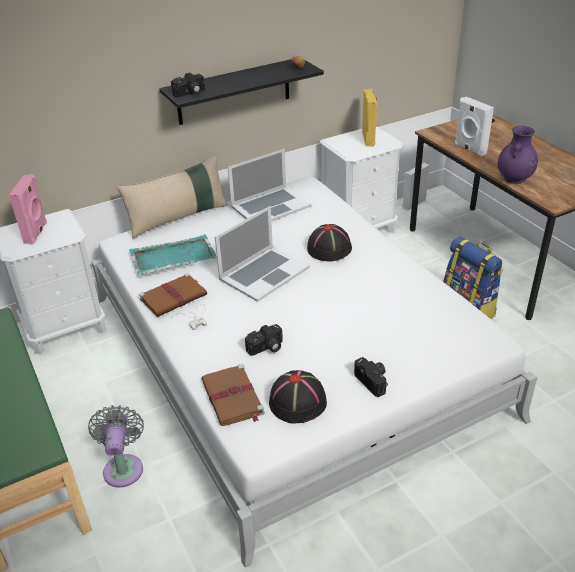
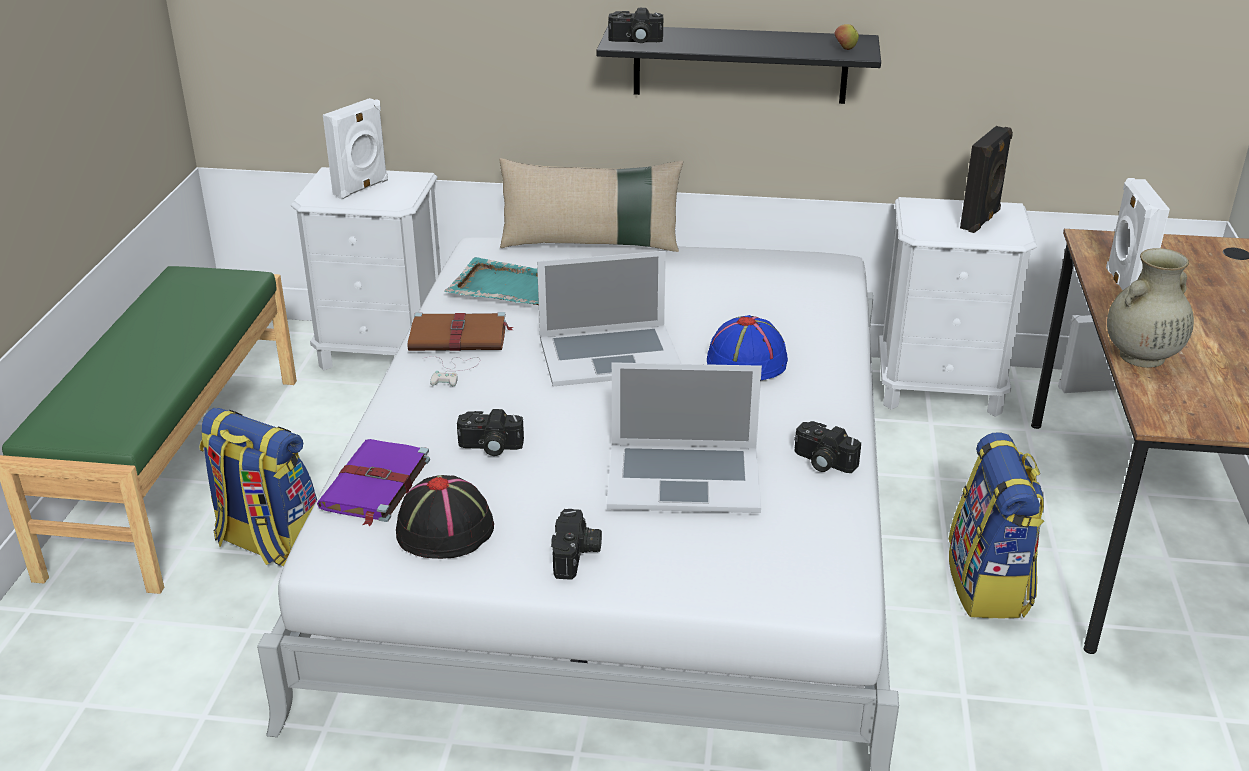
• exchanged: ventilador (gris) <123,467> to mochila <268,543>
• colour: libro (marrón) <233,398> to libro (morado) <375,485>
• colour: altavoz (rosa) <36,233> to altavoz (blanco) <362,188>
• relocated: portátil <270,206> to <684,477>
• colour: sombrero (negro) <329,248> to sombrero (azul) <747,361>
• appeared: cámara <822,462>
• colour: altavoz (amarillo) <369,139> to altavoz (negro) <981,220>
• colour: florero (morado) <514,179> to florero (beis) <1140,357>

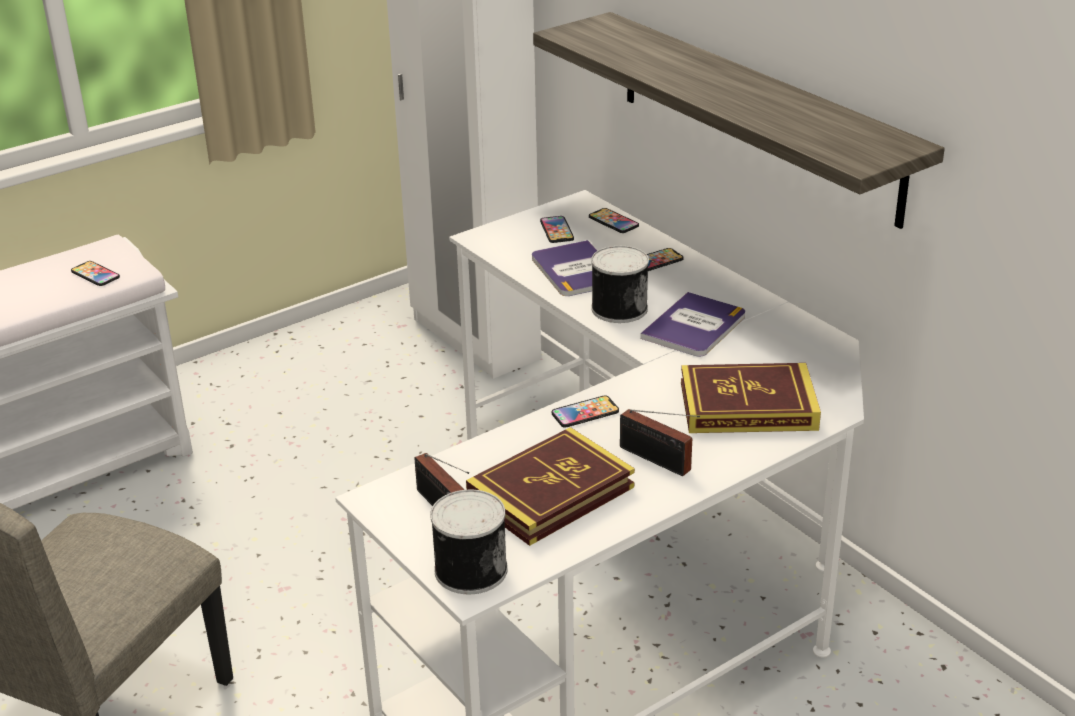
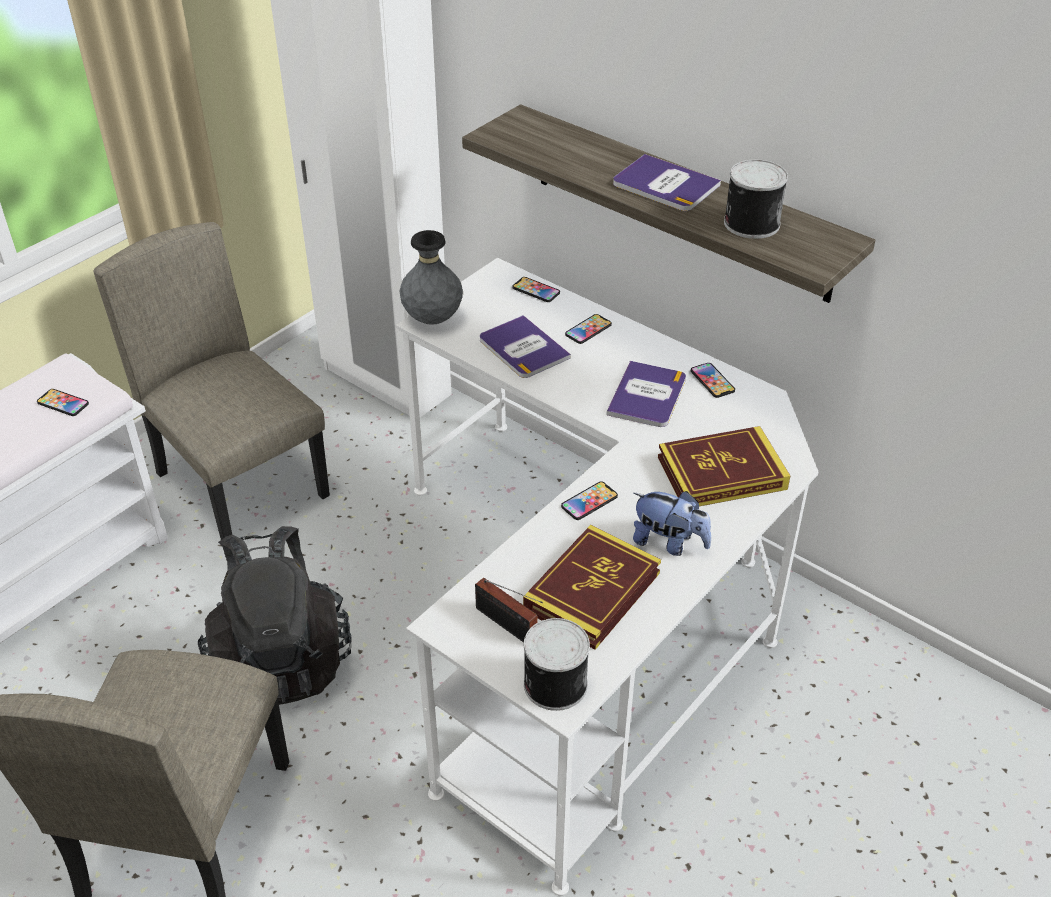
• appeared: silla (beis) <243,484>
• appeared: mochila (negro) <281,658>
• appeared: florero (gris) <432,319>
• appeared: libro <665,185>
• exchanged: radio <658,461> to peluche <669,542>
• relocated: móvil <556,230> to <712,381>
• relocated: lata <618,308> to <750,223>

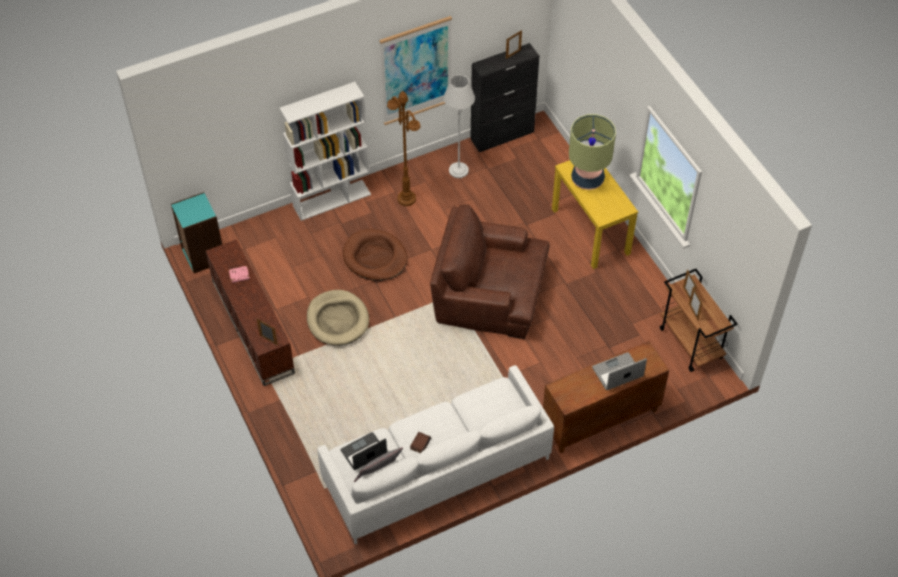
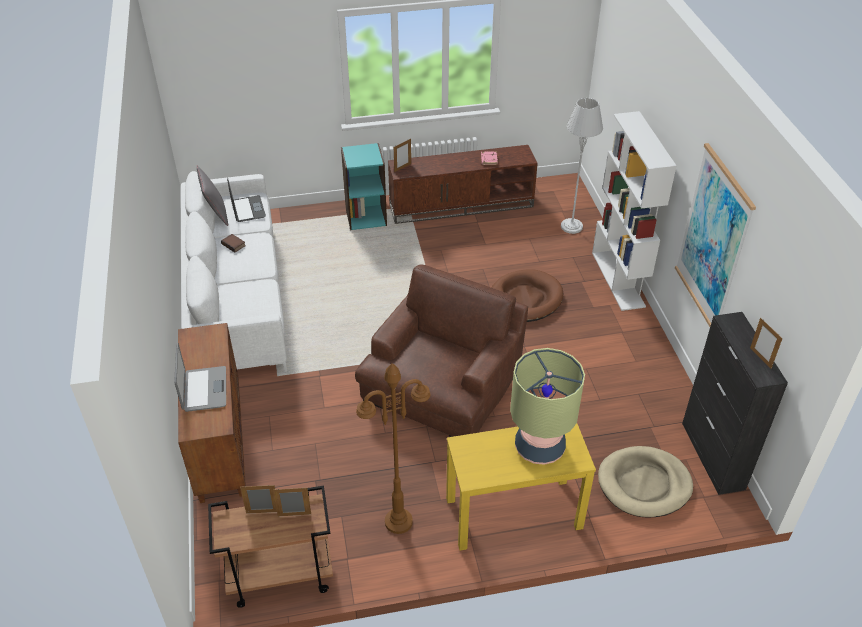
• relocated: estantería (turquesa) <203,255> to <366,217>
• relocated: lámpara de pie (marrón) <407,199> to <398,522>
• relocated: lámpara de pie (gris) <458,170> to <571,226>
• relocated: cama para perro (beis) <337,320> to <644,484>

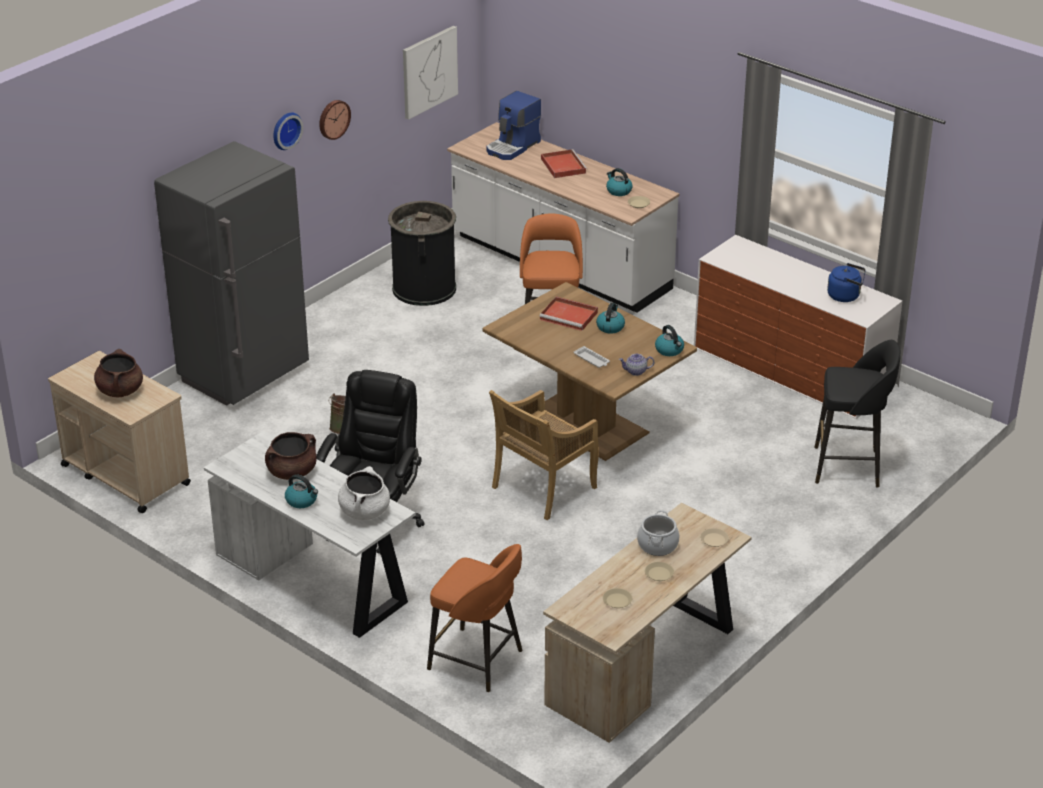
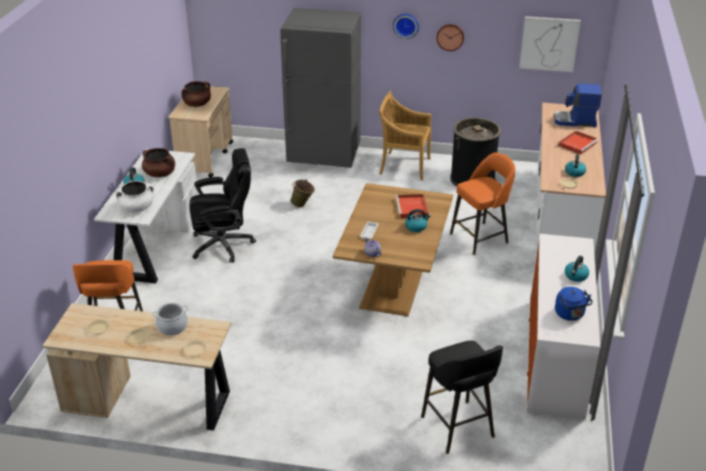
• relocated: silla (beis) <543,489> to <403,166>
• relocated: hervidor <669,350> to <576,276>

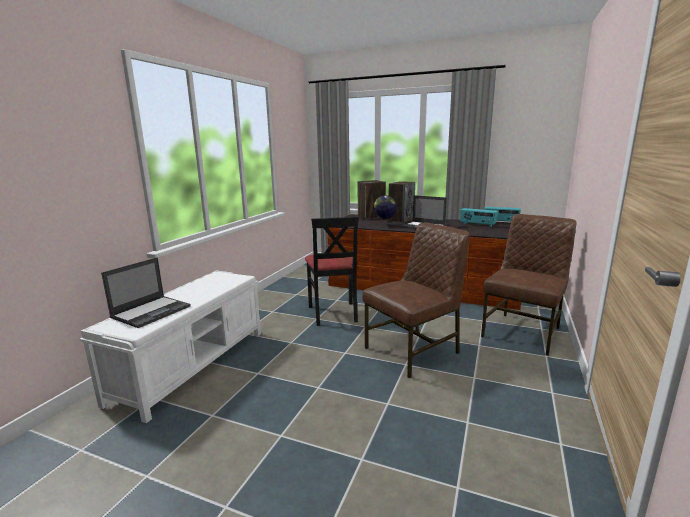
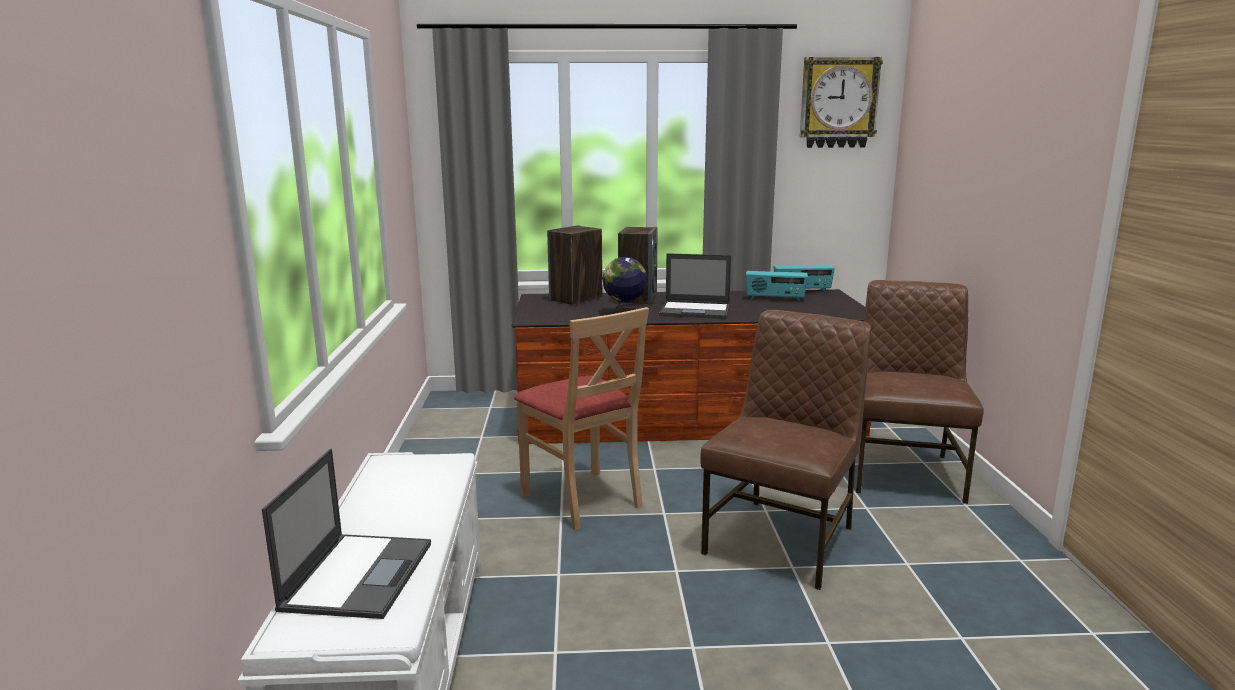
• colour: silla (negro) <333,313> to silla (beis) <583,499>
• appeared: reloj de pared <838,103>

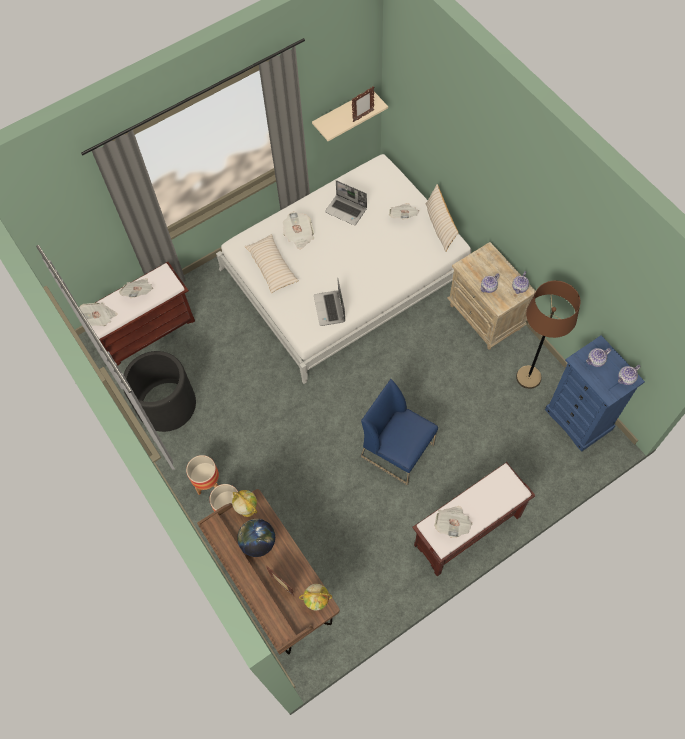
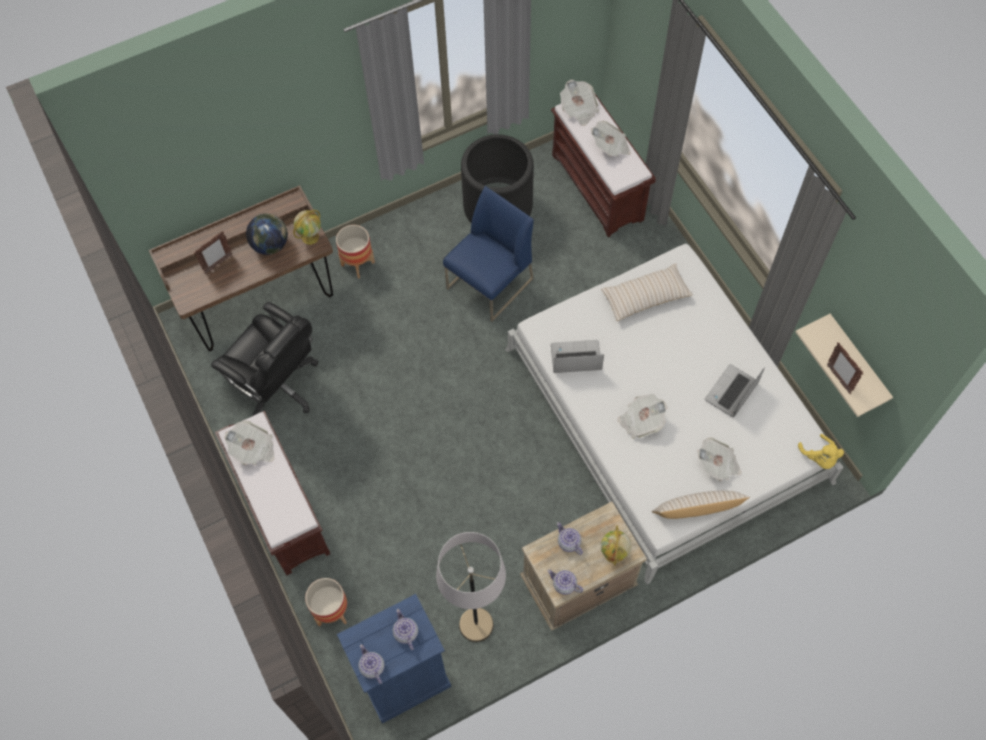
• appeared: silla de oficina (negro) <278,386>
• relocated: maceta <207,483> to <331,611>
• colour: lámpara de pie (marrón) <528,377> to lámpara de pie (gris) <476,625>
• relocated: silla (azul) <398,450> to <490,284>
• relocated: globo terráqueo <317,601> to <614,554>
• relocated: periódico <299,235> to <641,421>
• appeared: peluche (amarillo) <819,458>

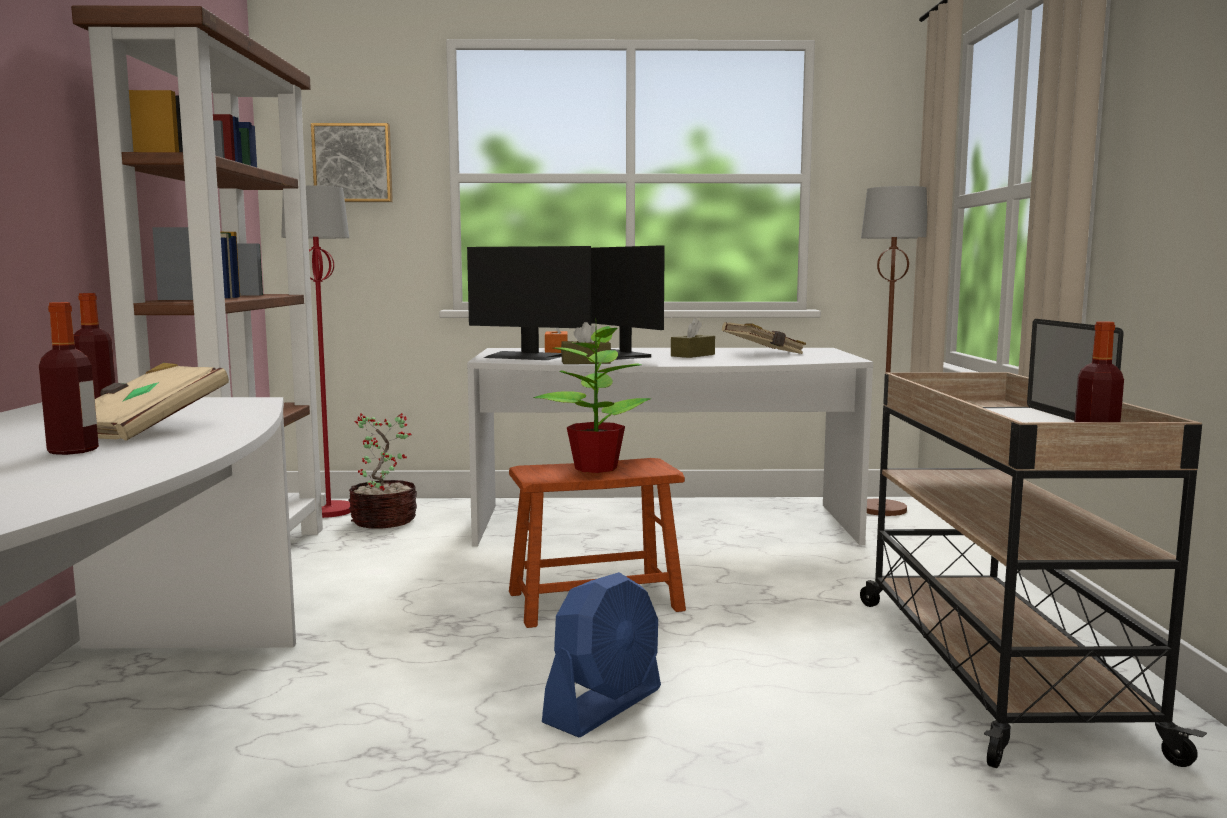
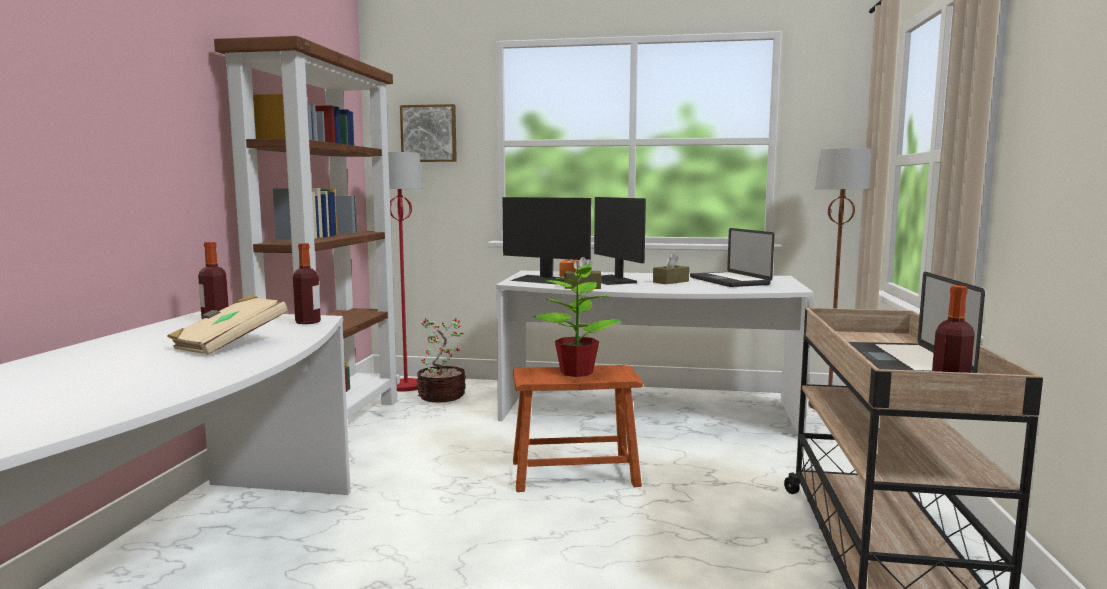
• relocated: botella <73,451> to <308,322>
• exchanged: libro (beis) <764,353> to portátil <729,281>
• missing: ventilador (azul) <604,706>

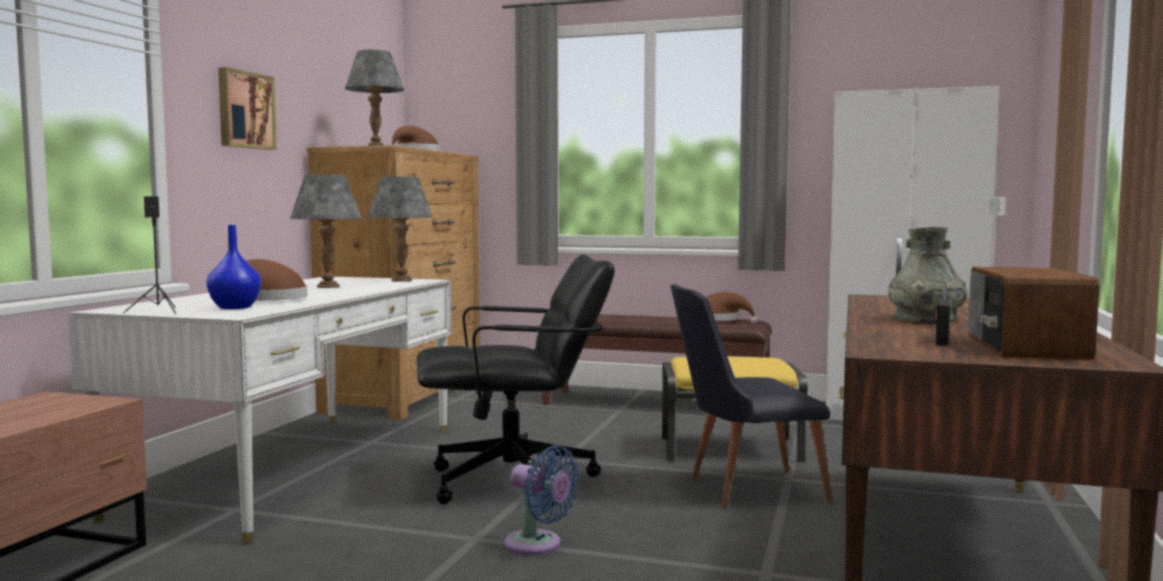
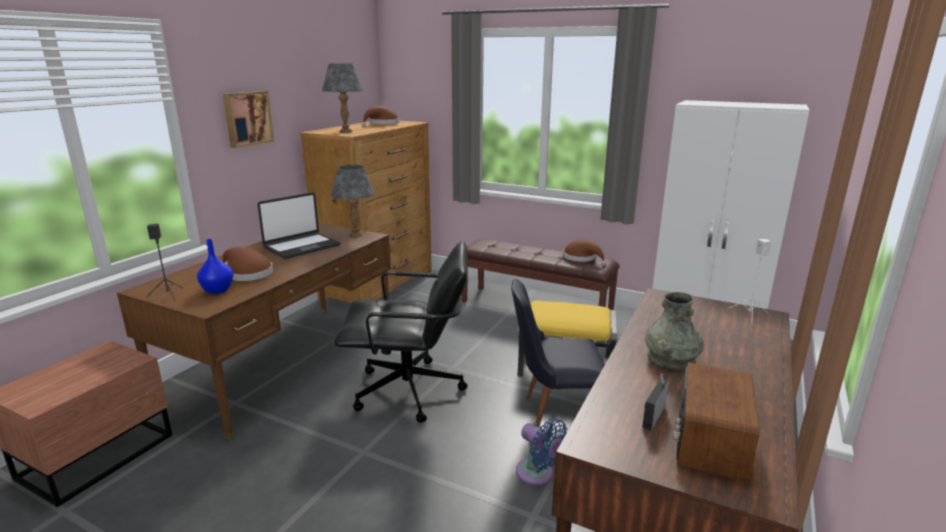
• colour: escritorio (blanco) <298,469> to escritorio (marrón) <285,363>
• exchanged: lámpara de mesa (gris) <328,286> to portátil <301,246>
• relocated: ventilador (azul) <538,545> to <537,474>

